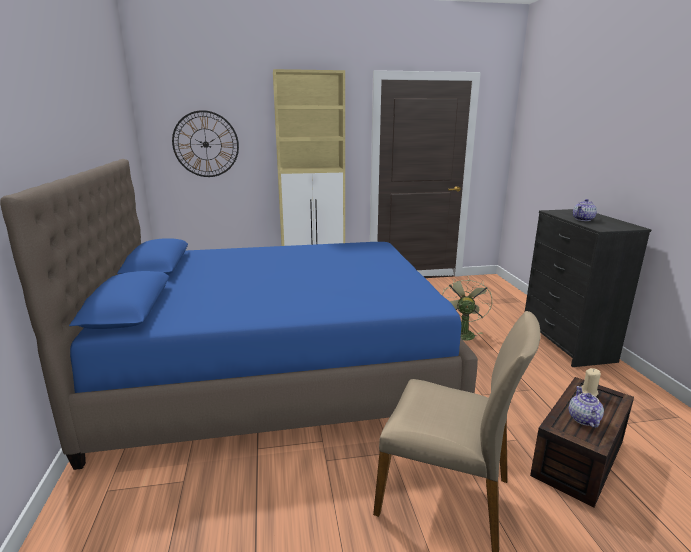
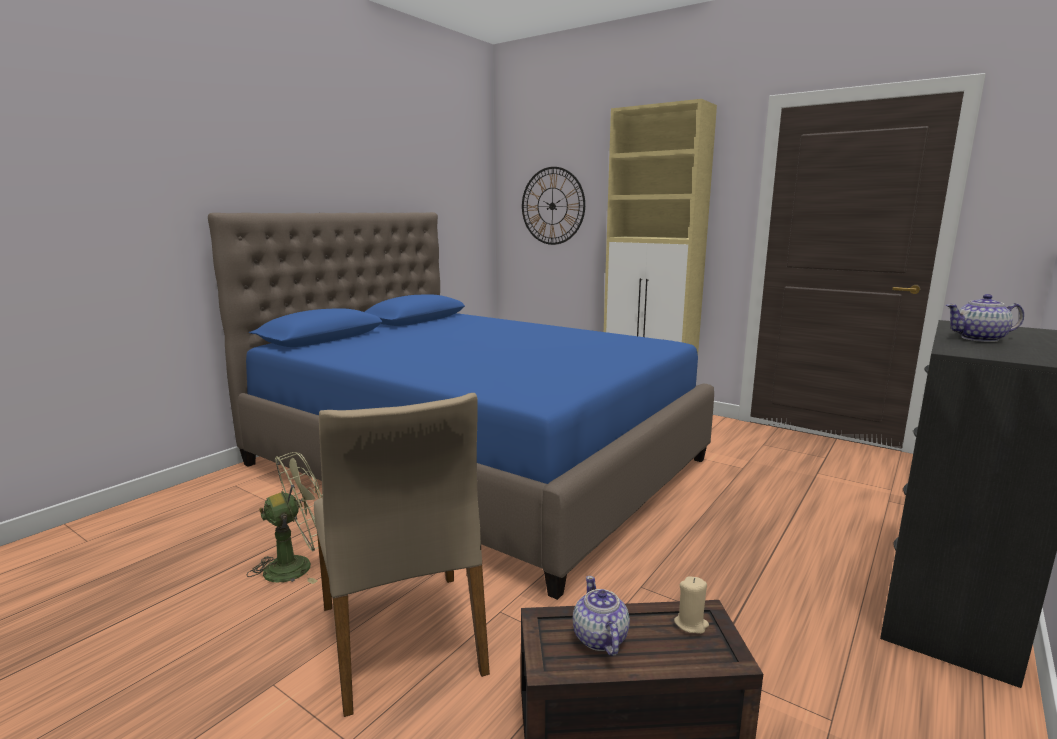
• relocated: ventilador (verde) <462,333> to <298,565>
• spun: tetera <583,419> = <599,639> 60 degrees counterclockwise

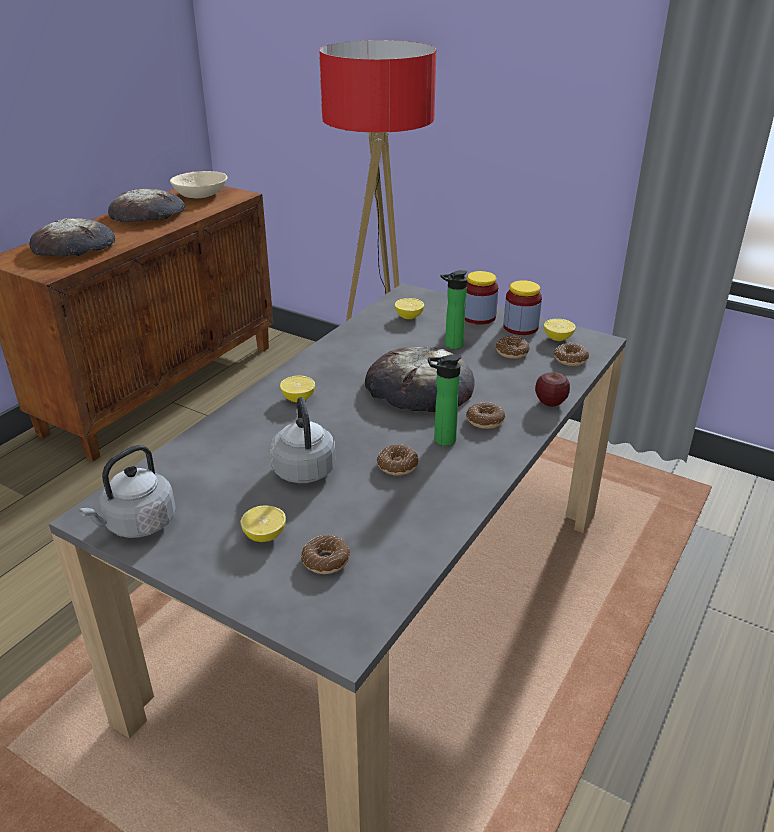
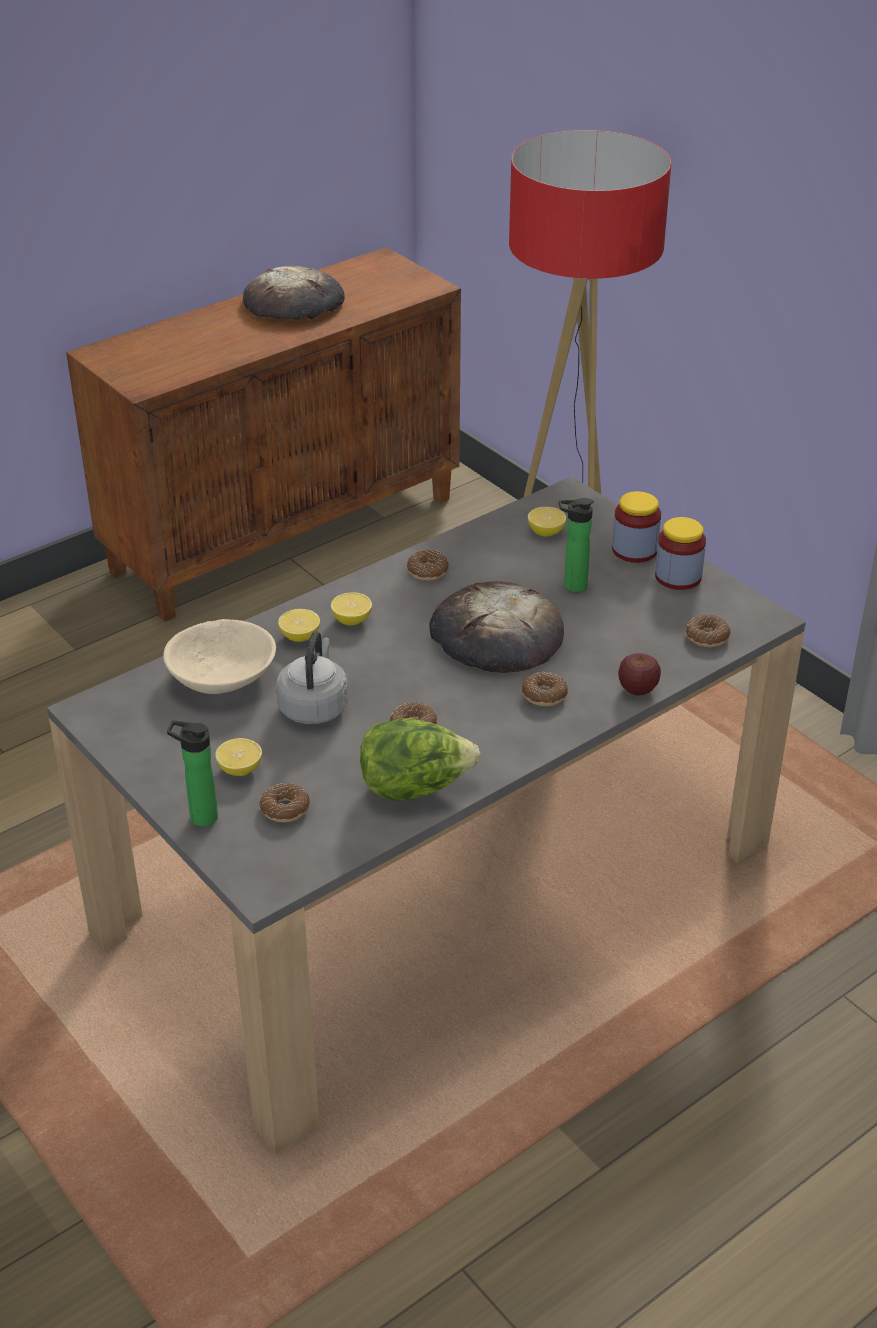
• relocated: cuenco (beis) <201,195> to <222,677>
• relocated: botella <441,440> to <199,817>
• relocated: limón <558,338> to <300,637>
• appeared: lechuga <415,787>
• relocated: rosquilla <511,352> to <427,571>
• missing: pan <74,247>
• missing: hervidor (gris) <137,524>

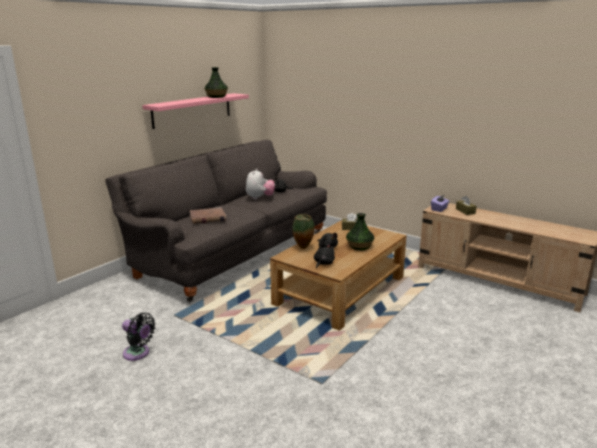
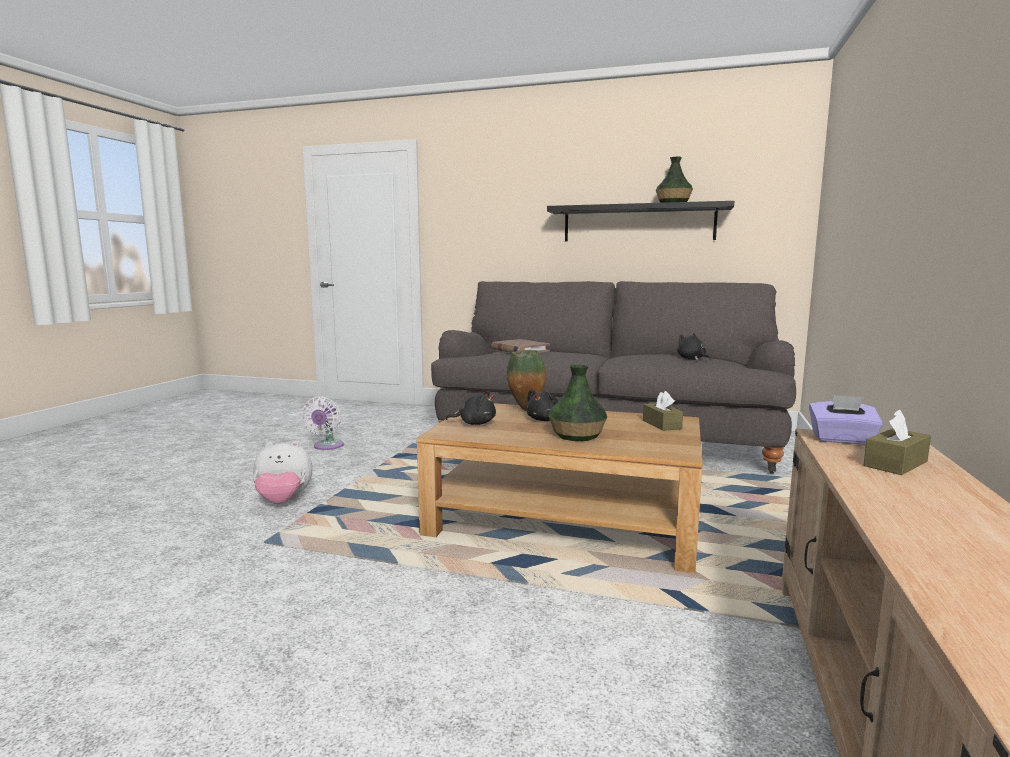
• relocated: peluche <259,198> to <283,501>
• colour: ventilador (negro) <138,353> to ventilador (blanco) <327,446>
• colour: estante (rosa) <192,110> to estante (negro) <638,223>

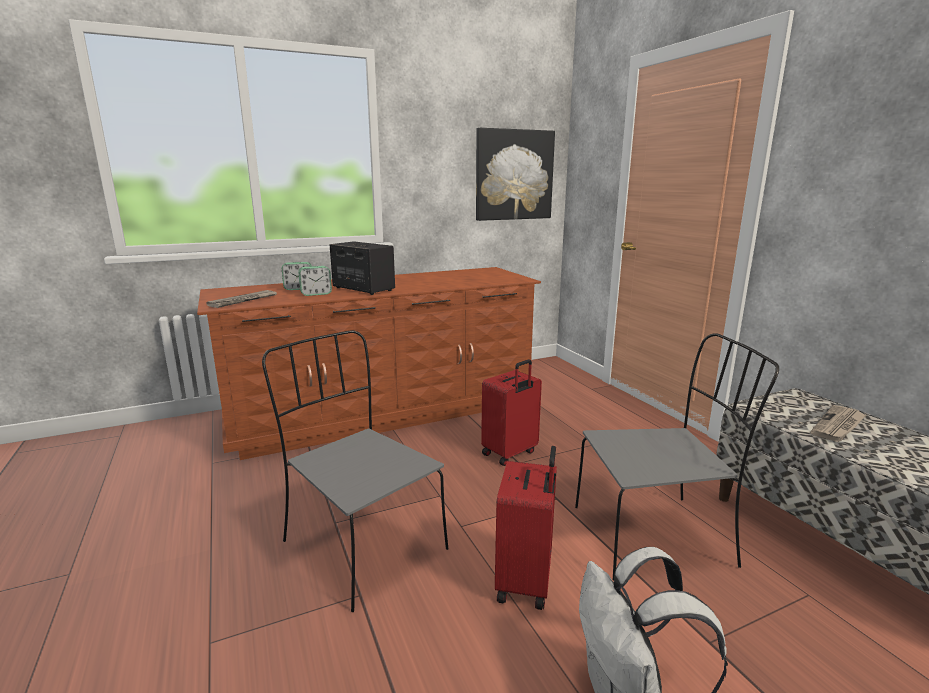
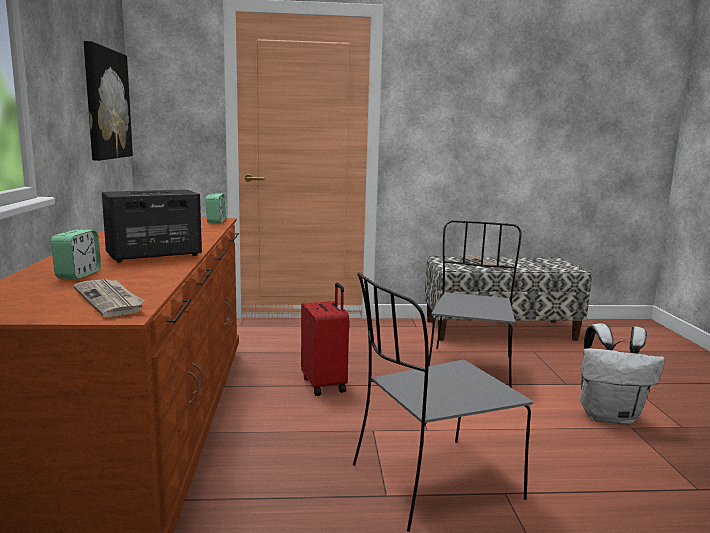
• relocated: despertador <316,294> to <216,221>
• missing: maleta (rojo) <526,582>

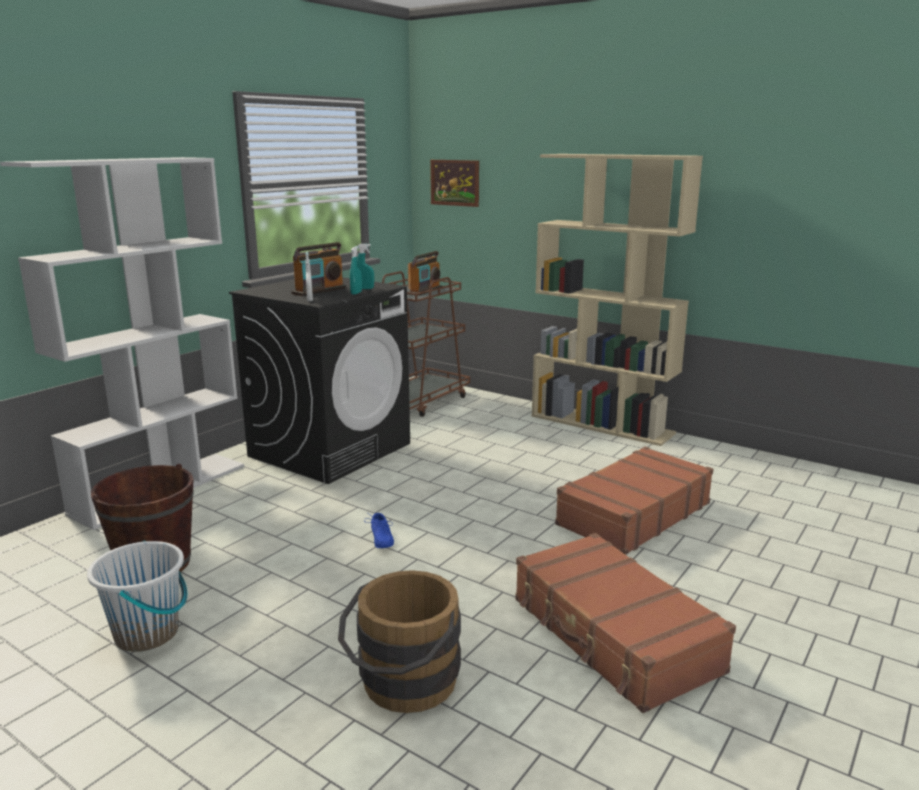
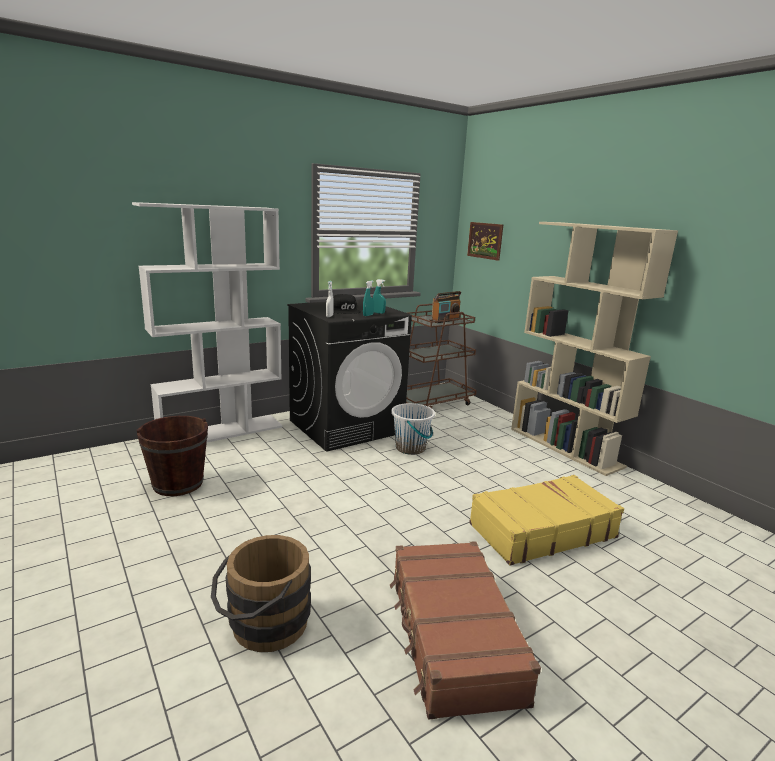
• exchanged: radio <319,291> to gorra (negro) <345,310>
• relocated: cubo (blanco) <147,633> to <411,448>
• colour: maleta (marrón) <632,514> to maleta (amarillo) <541,530>
• missing: zapato (azul) <380,539>

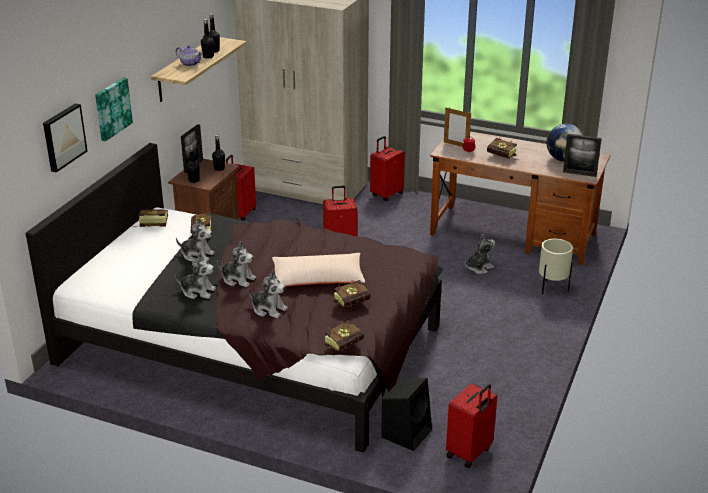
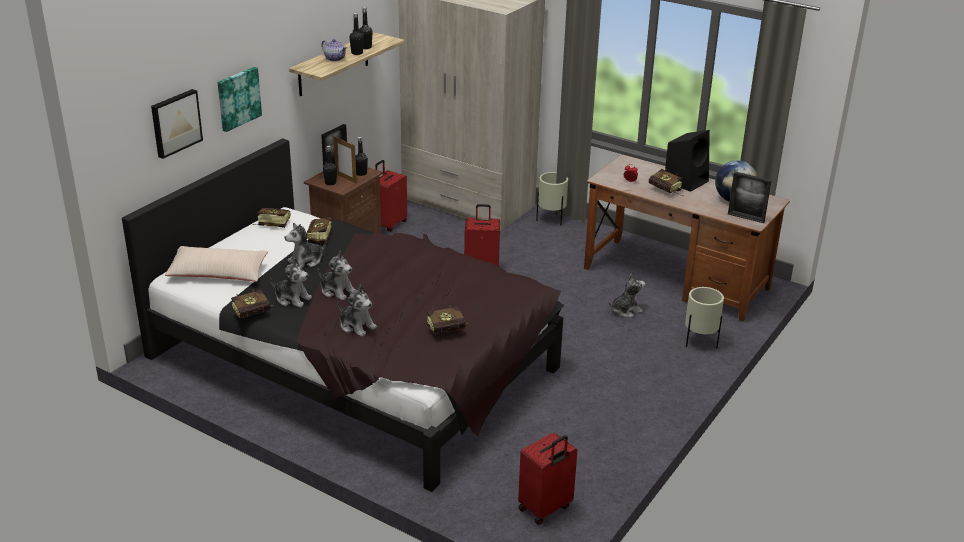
• relocated: cojín (beis) <318,279> to <218,273>
• relocated: libro <347,344> to <255,313>
• spun: peluche <197,255> = <306,261> 120 degrees clockwise
• relocated: portarretratos <456,145> to <346,178>
• exchanged: maleta (rojo) <386,194> to maceta (beis) <551,220>
• relocated: altavoz (negro) <407,432> to <686,181>

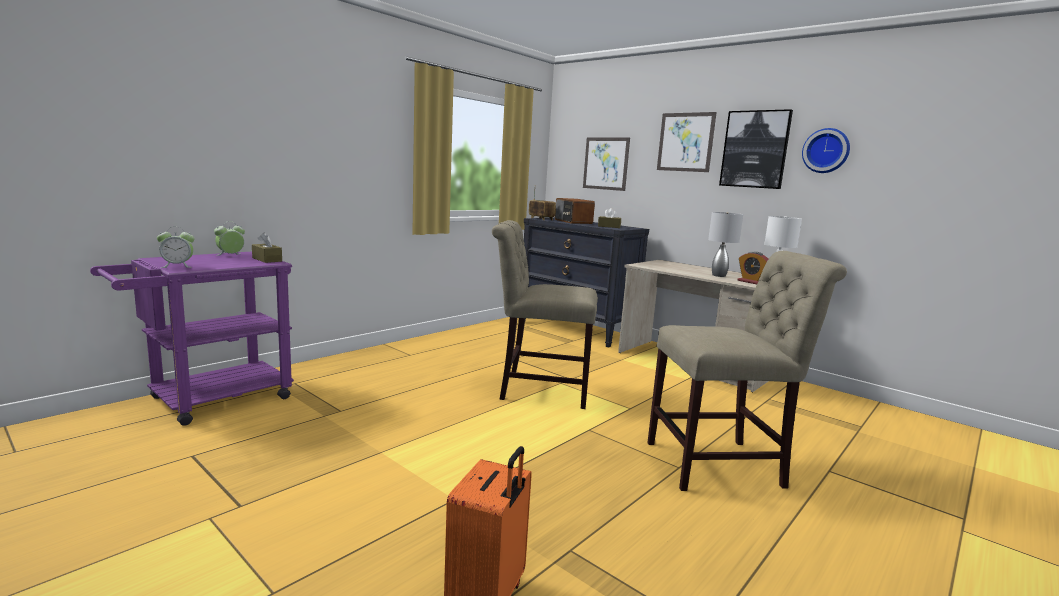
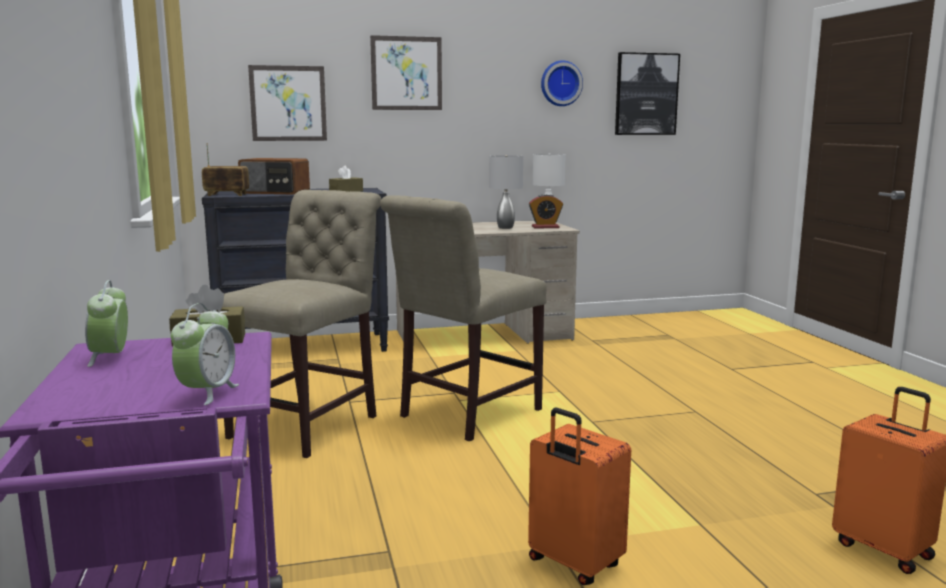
• relocated: silla (beis) <721,464> to <310,424>
• appeared: maleta (naranja) <573,564>
• relocated: cuadro <755,149> to <646,94>

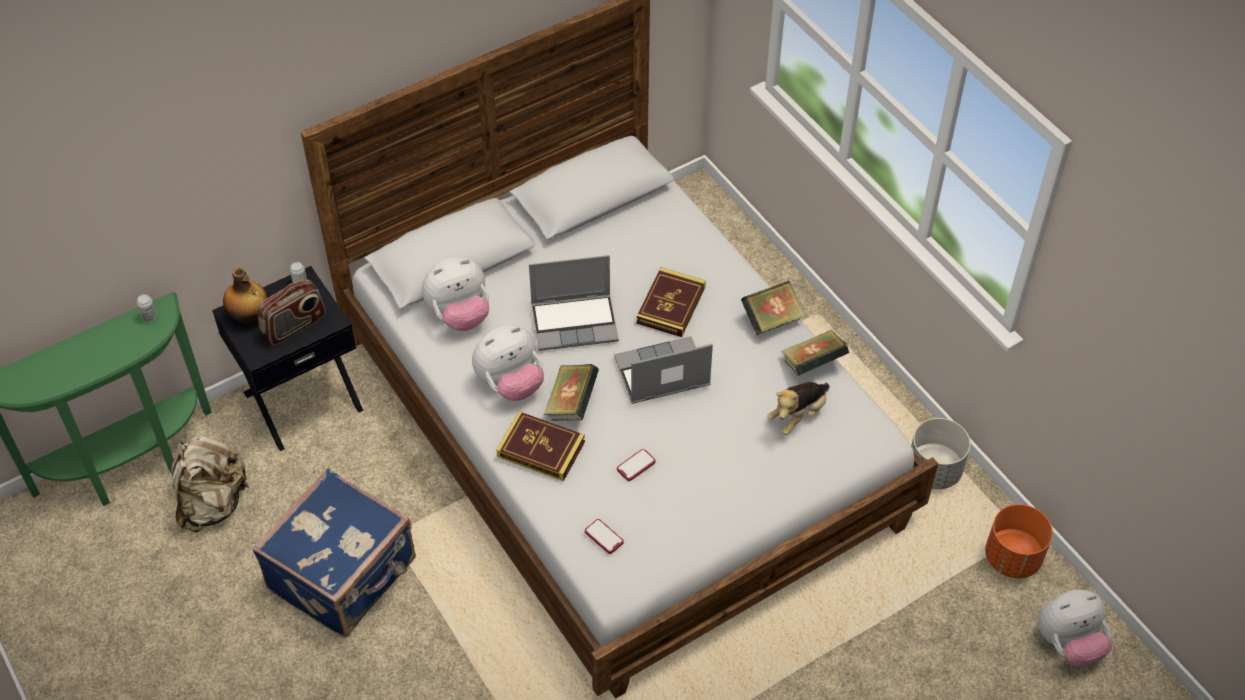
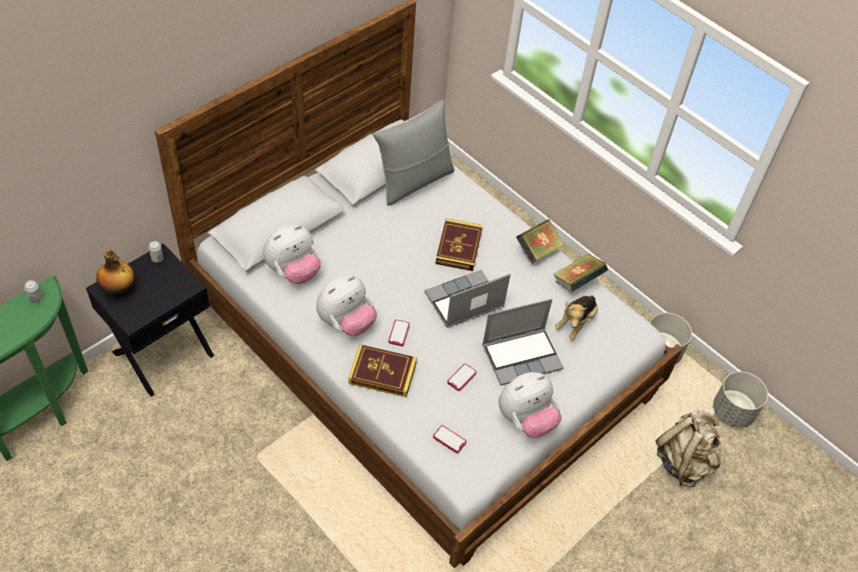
• appeared: cojín (gris) <413,181>
• exchanged: libro <571,404> to móvil <399,333>
• relocated: portátil <575,322> to <522,356>
• relocated: peluche <1068,643> to <526,419>
• relocated: mochila (beis) <213,503> to <684,461>
• colour: maceta (naranja) <1013,558> to maceta (gris) <733,412>
• missing: maleta (azul) <345,575>
• missing: radio <294,326>

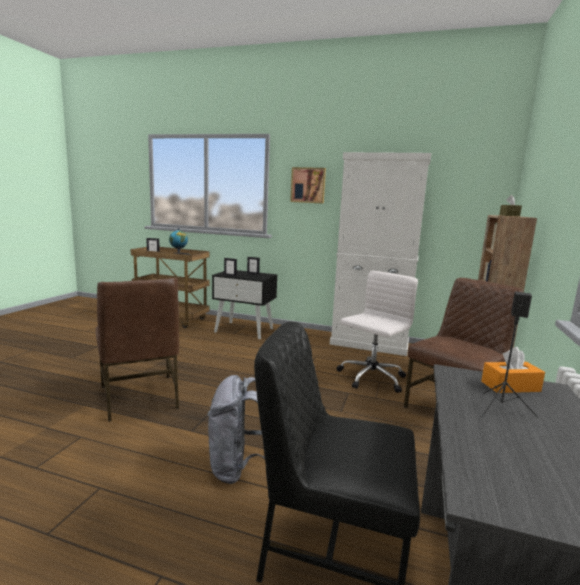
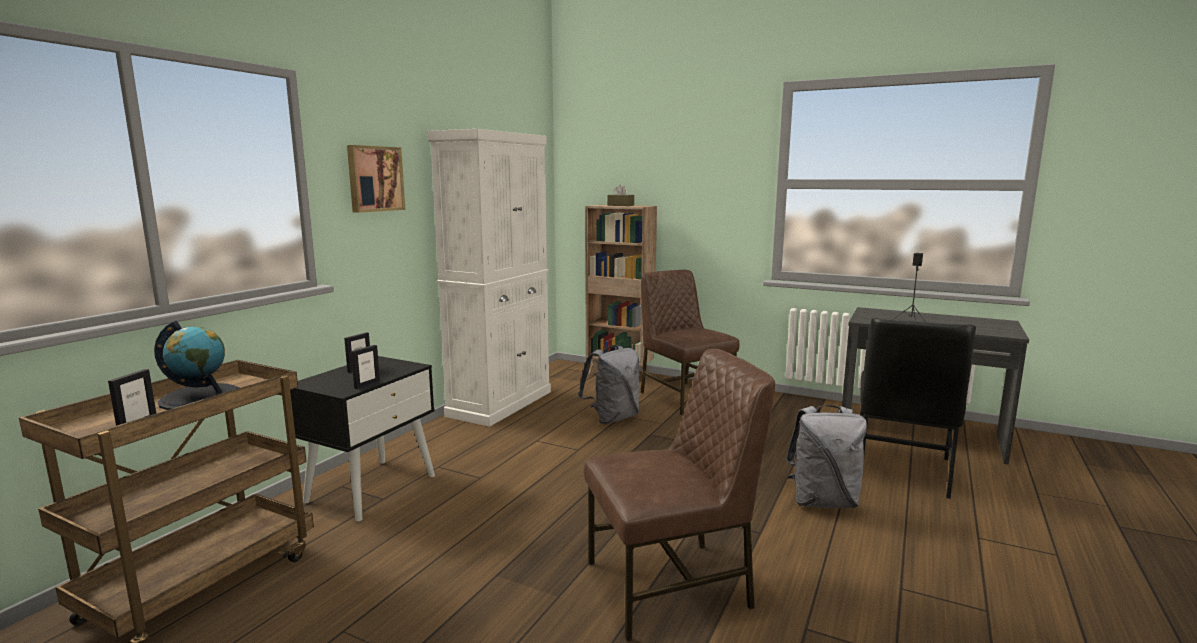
• exchanged: silla de oficina (blanco) <370,378> to mochila (gris) <612,418>
• missing: caja de pañuelos (naranja) <510,386>

